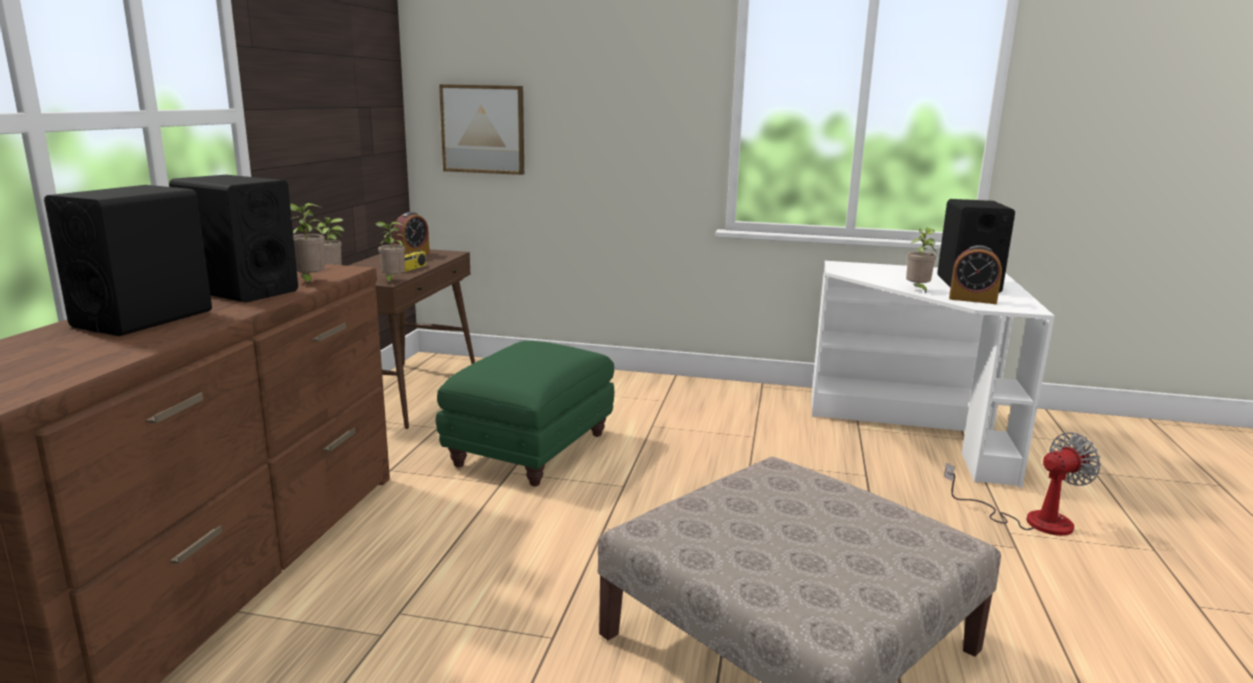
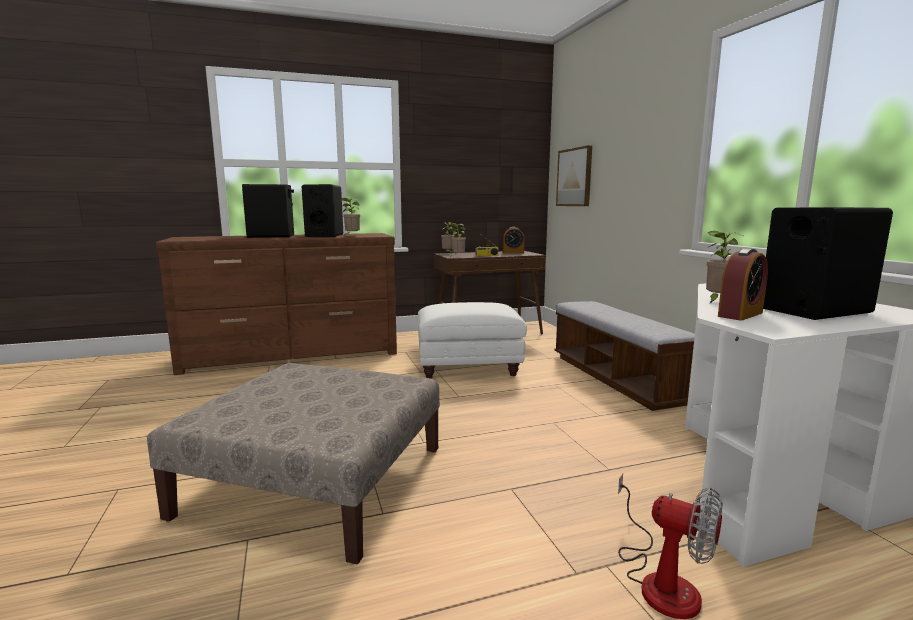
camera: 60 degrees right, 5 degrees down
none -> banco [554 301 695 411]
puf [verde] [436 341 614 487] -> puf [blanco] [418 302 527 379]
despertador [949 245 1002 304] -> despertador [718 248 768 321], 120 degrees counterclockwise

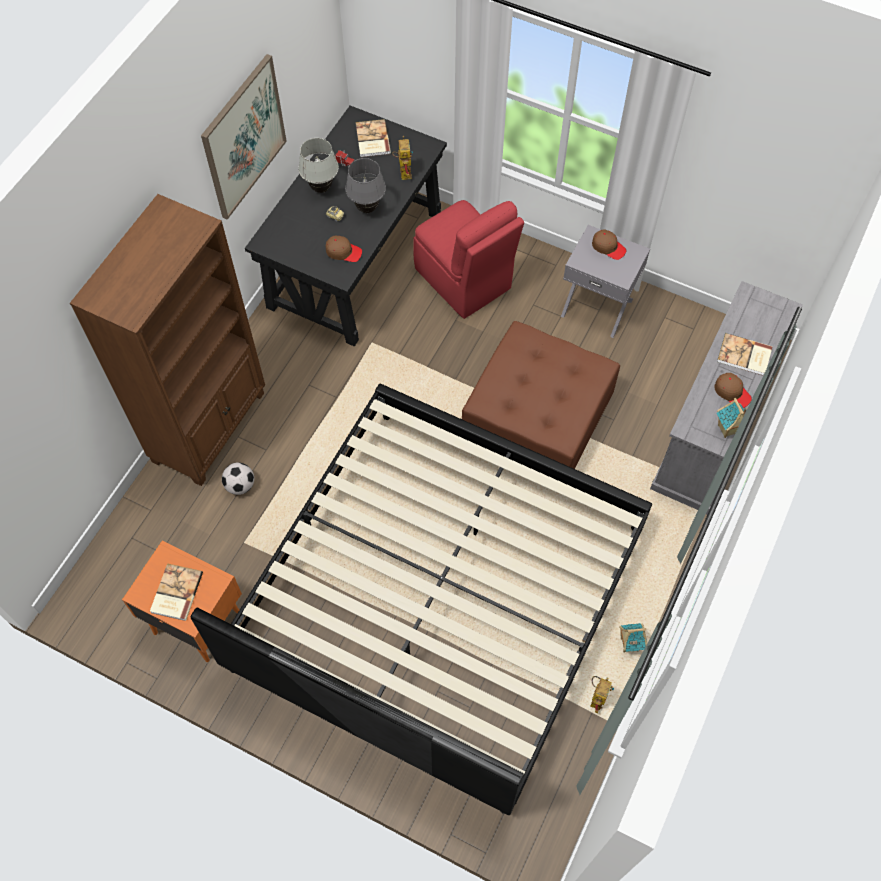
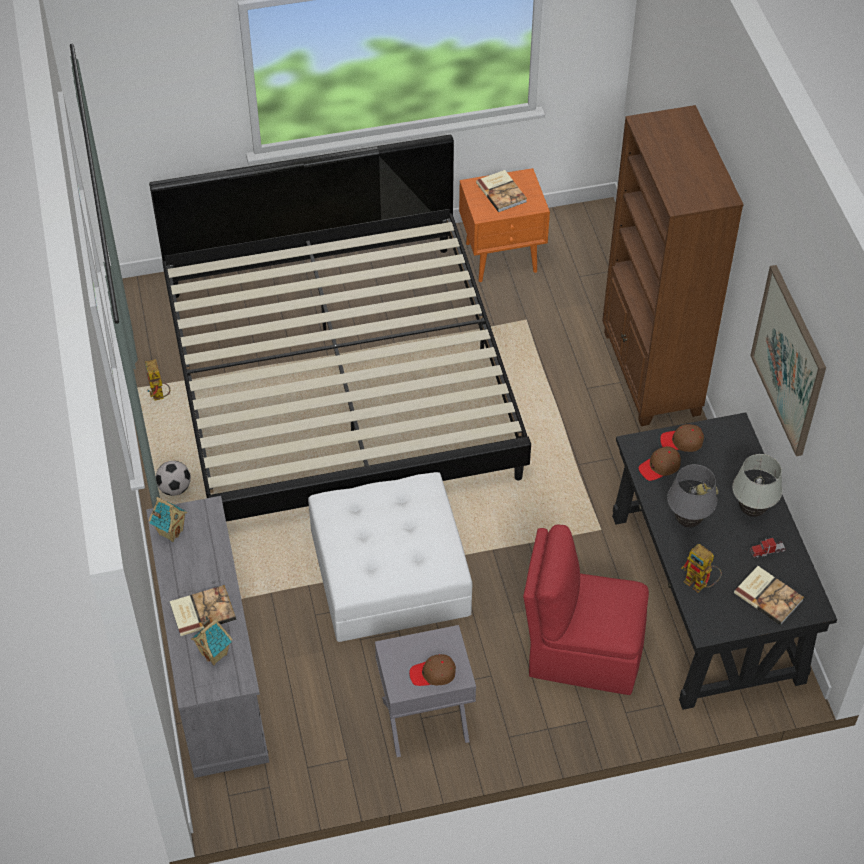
camera: 140 degrees right, 10 degrees down
balón de fútbol [222 462 254 495] -> balón de fútbol [156 461 191 496], shifted
casita [619 623 647 653] -> casita [191 616 232 665], shifted
gorra [marrón] [715 373 752 408] -> gorra [marrón] [660 424 704 452], shifted
puf [marrón] [462 321 620 469] -> puf [blanco] [308 472 473 642]

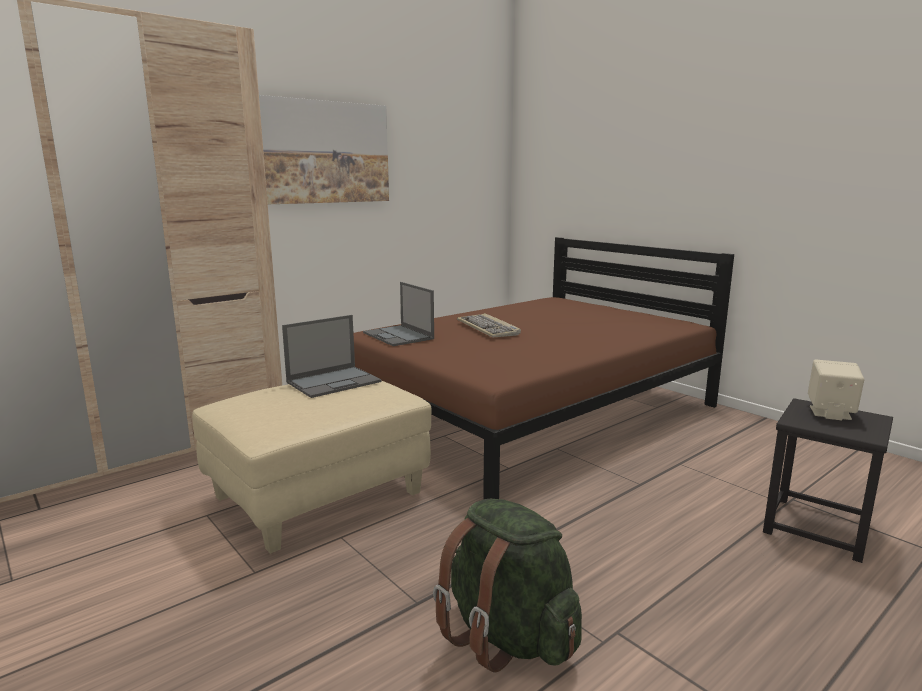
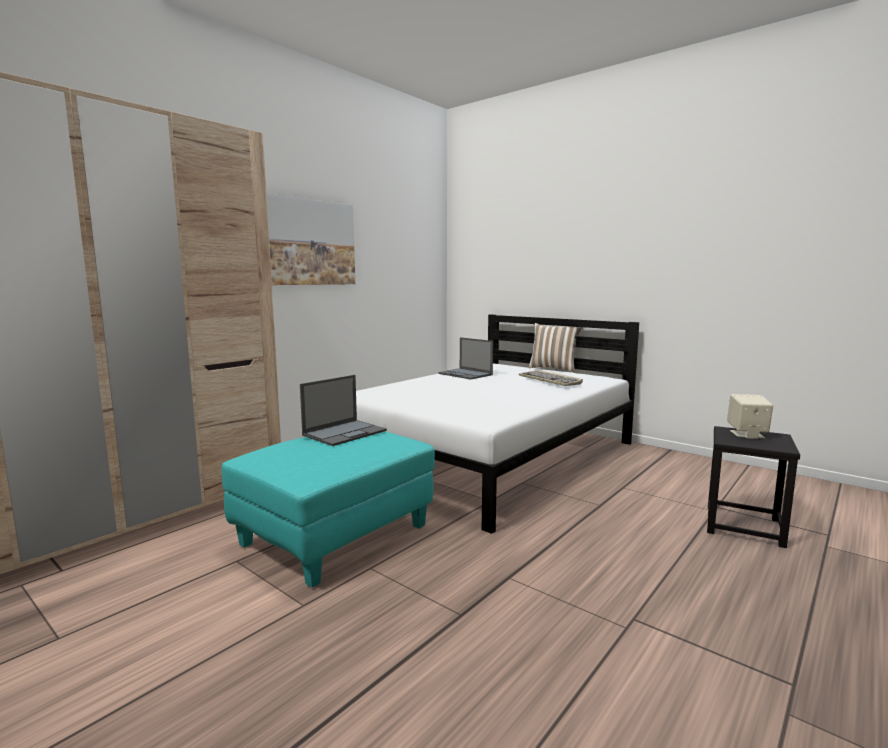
camera: 10 degrees left, 5 degrees down
mochila [verde] [433 499 582 673] -> none
none -> cojín [528 323 582 372]
portátil [363 282 434 346] -> portátil [438 337 493 380], shifted
teclado [457 313 521 338] -> teclado [519 370 583 386], shifted
puf [beis] [192 381 432 554] -> puf [turquesa] [222 432 435 588]
cama [marrón] [353 237 734 500] -> cama [blanco] [356 314 639 534]

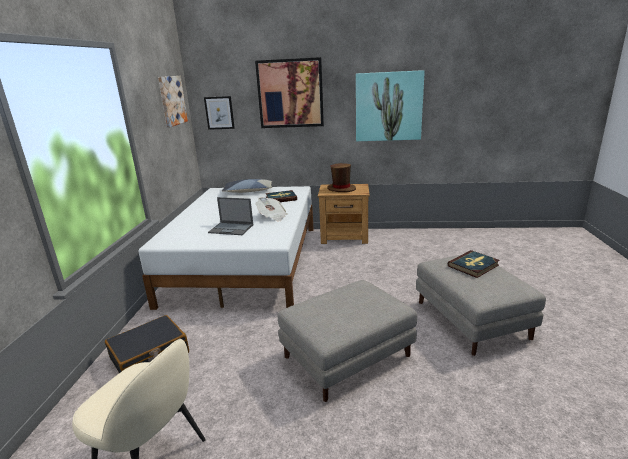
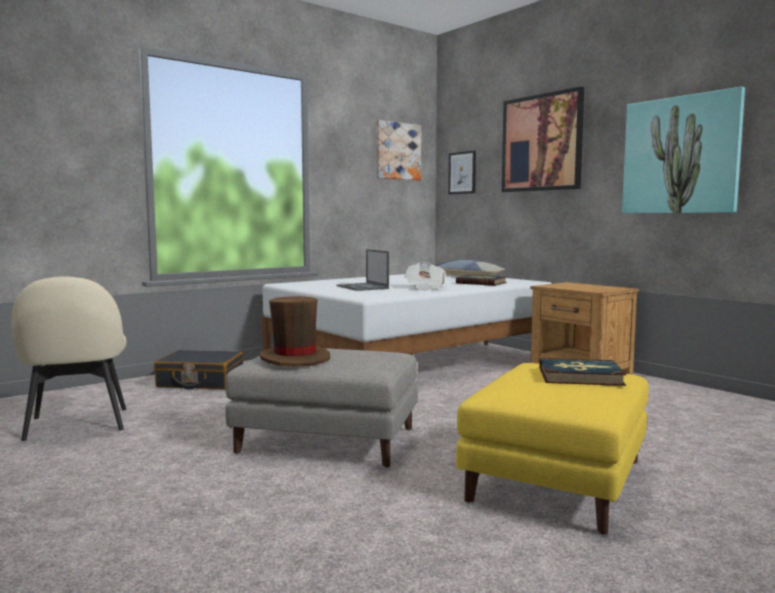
camera: 45 degrees right, 15 degrees down
sombrero [marrón] [327 163 356 192] -> sombrero [marrón] [260 296 330 367], shifted
puf [gris] [416 255 546 356] -> puf [amarillo] [456 363 648 535]

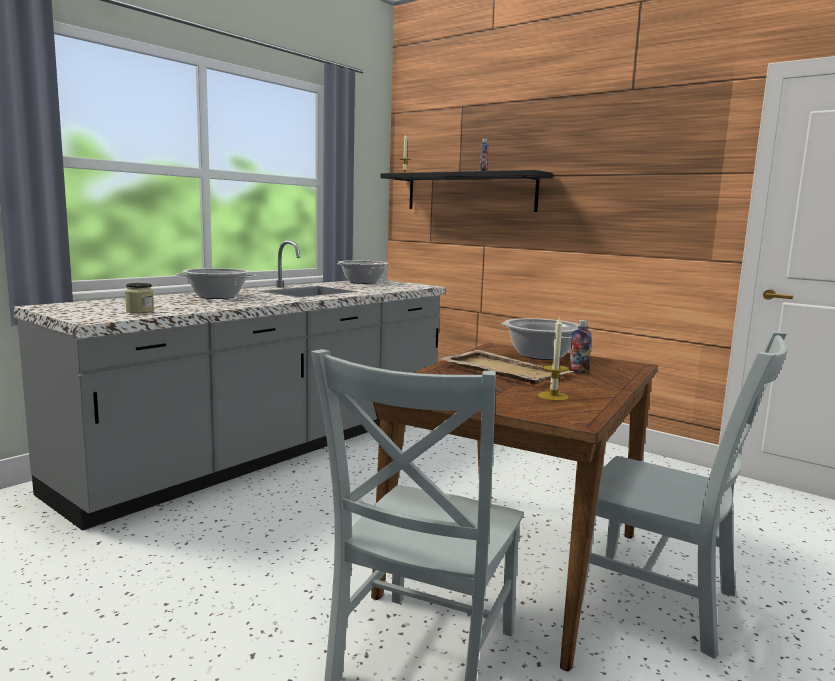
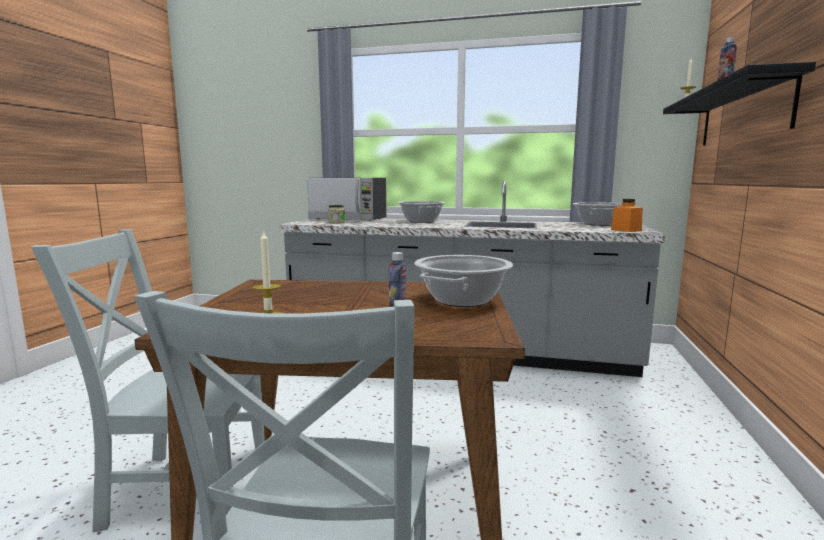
camera: 65 degrees right, 0 degrees up
bandeja [beis] [437 350 574 384] -> none
none -> microondas [307 178 386 221]
none -> tarro [naranja] [611 199 643 232]

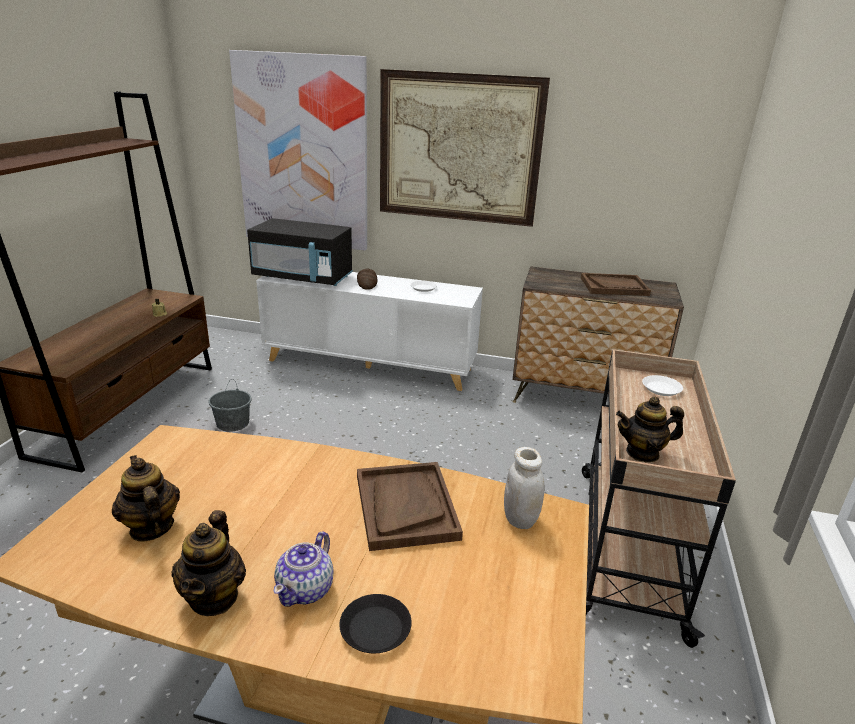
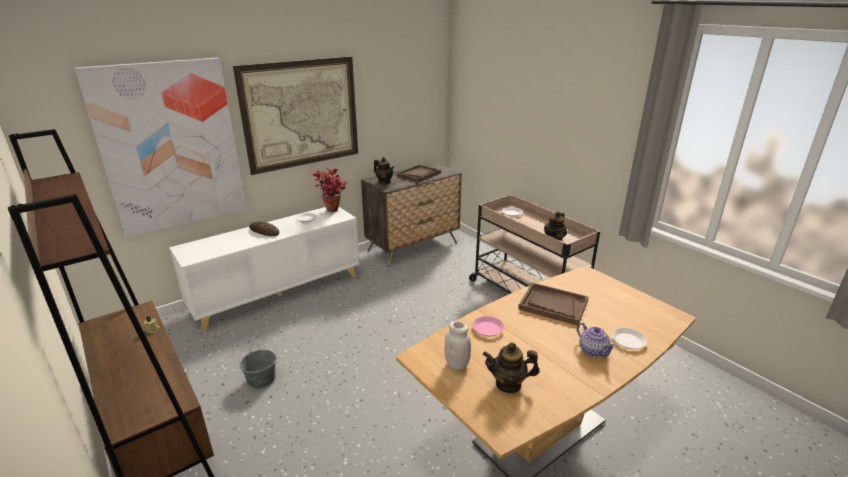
camera: 50 degrees left, 0 degrees up
microondas [negro] [247 218 353 286] -> none
none -> planta en maceta [311 168 349 212]
none -> plato [rosa] [472 316 504 337]
tetera [171 510 246 616] -> tetera [374 157 394 184], shifted
tarro [blanco] [504 447 545 529] -> tarro [blanco] [445 321 471 370], shifted
plato [negro] [339 594 412 653] -> plato [blanco] [612 328 647 349]

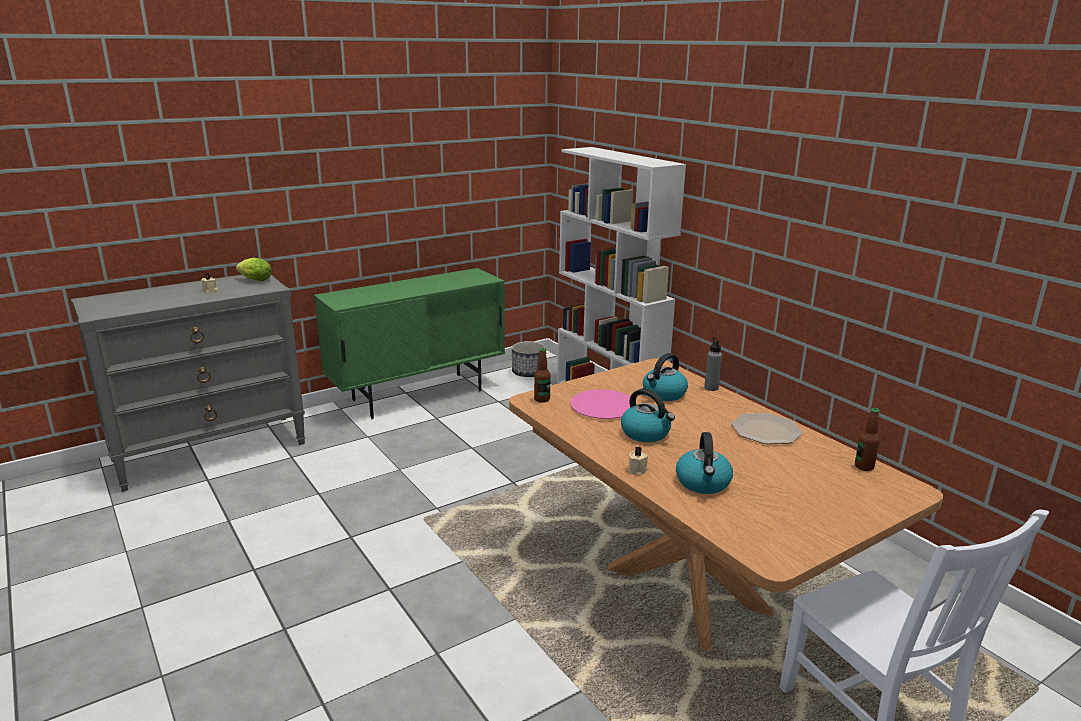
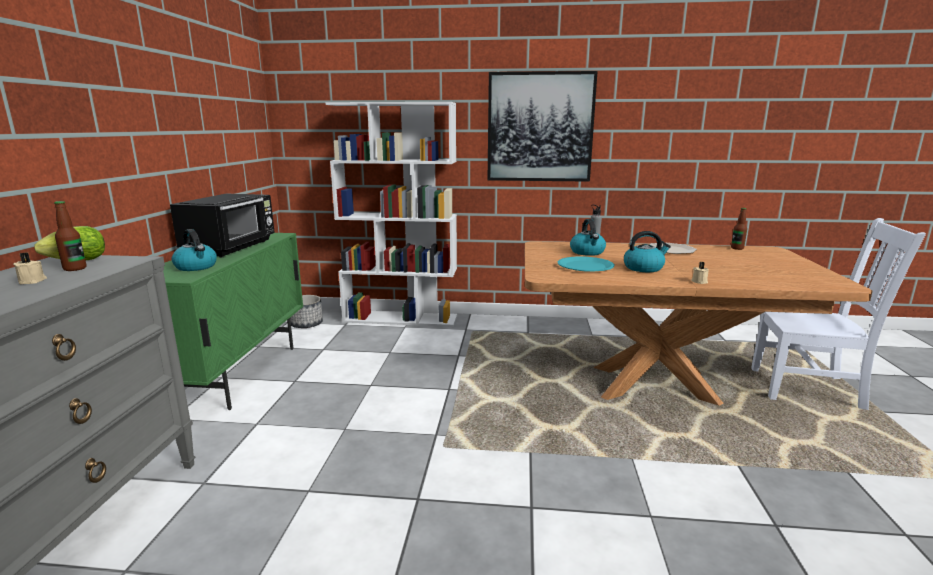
camera: 50 degrees left, 5 degrees down
none -> microondas [negro] [170 193 275 258]
none -> cuadro [488 71 598 182]
botella [534 348 551 403] -> botella [54 201 86 271], shifted
hervidor [676 432 733 494] -> hervidor [172 229 217 271], shifted
plato [rosa] [570 389 637 419] -> plato [turquesa] [558 256 615 272]

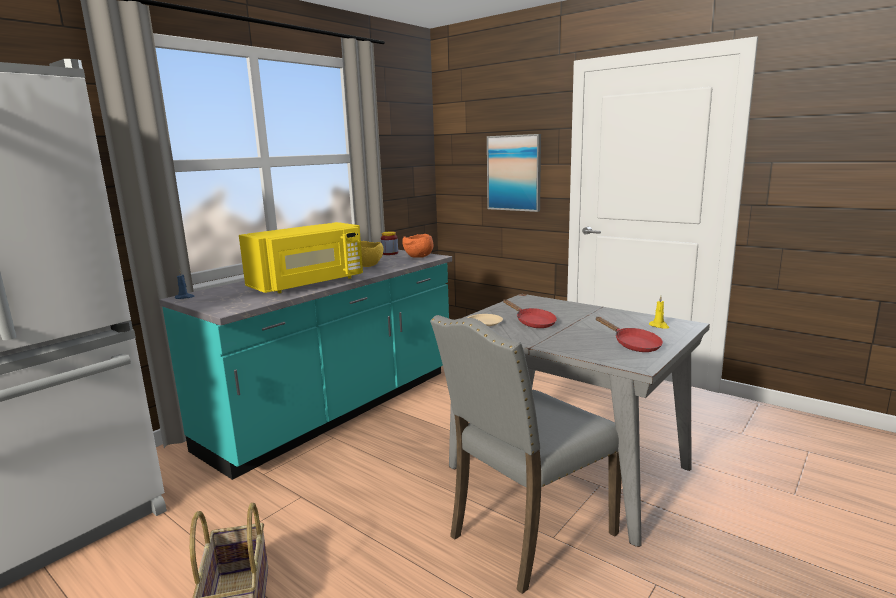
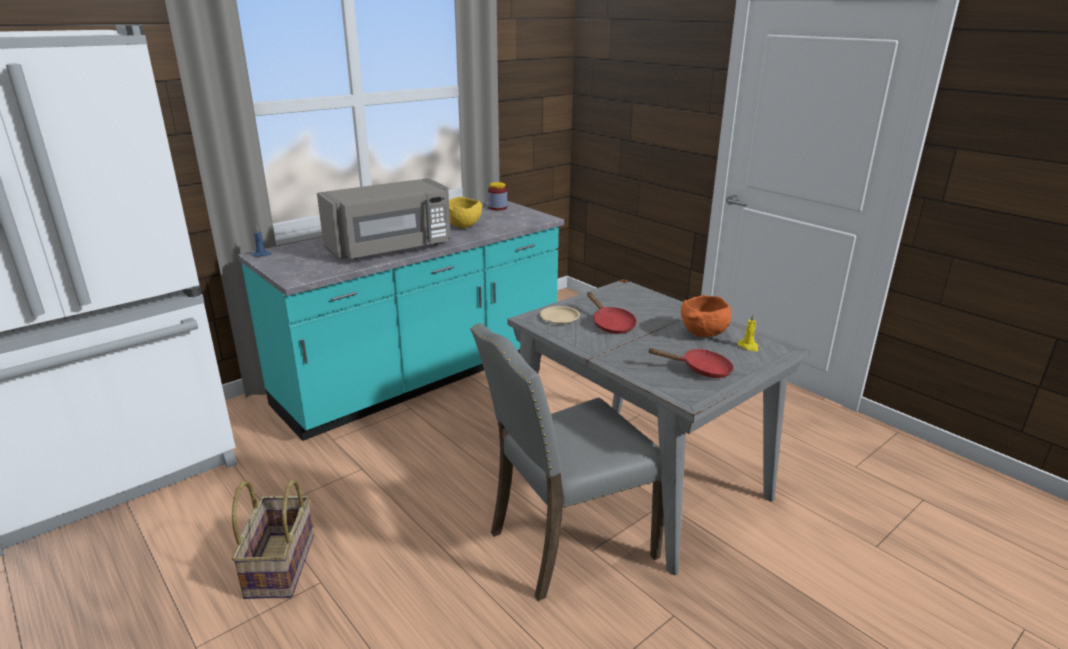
camera: 10 degrees right, 10 degrees up
cuadro [487 134 541 212] -> none
cuenco [naranja] [402 234 434 258] -> cuenco [naranja] [681 295 731 337], shifted
microondas [amarillo] [239 222 363 293] -> microondas [gris] [317 178 451 259]
sartén [rojo] [596 317 663 352] -> sartén [rojo] [647 348 734 378], 60 degrees counterclockwise

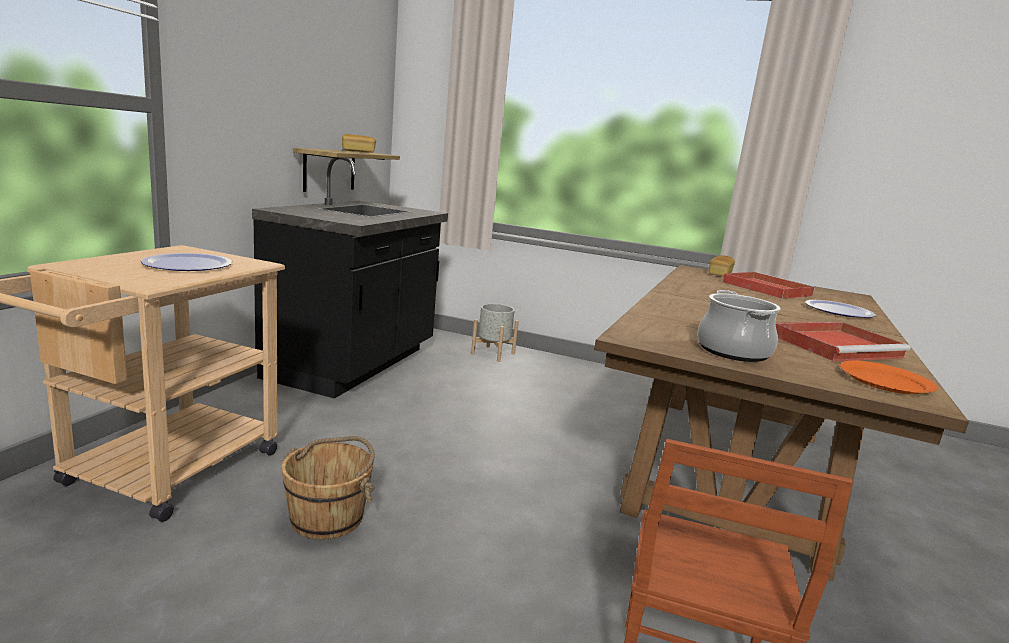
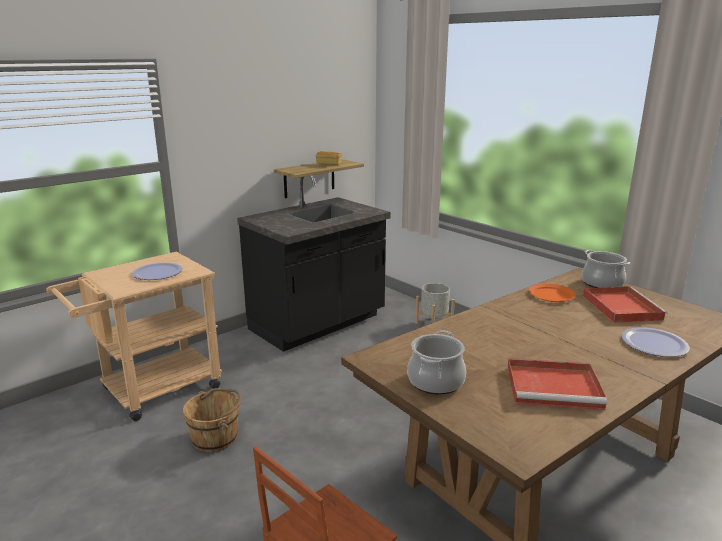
camera: 30 degrees right, 5 degrees up
plato [naranja] [840 361 938 394] -> plato [naranja] [529 284 576 302], shifted
pan [709 255 735 276] -> olla [582 250 630 288]

